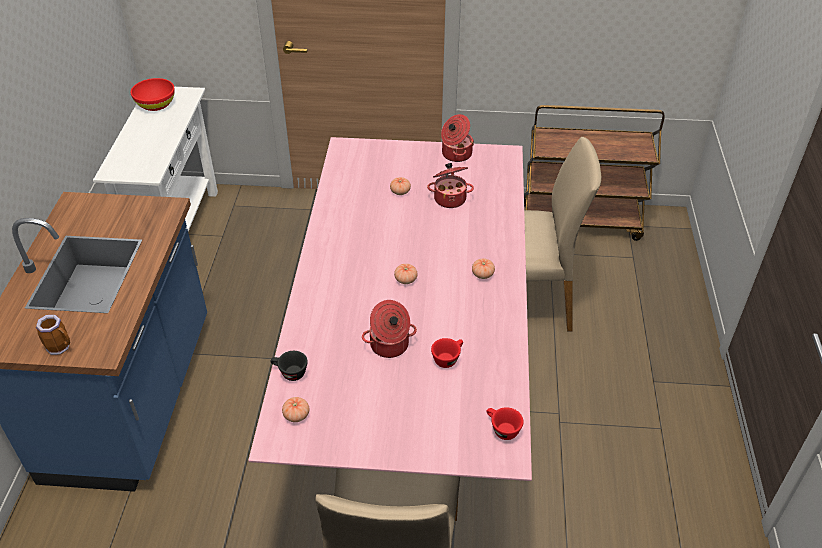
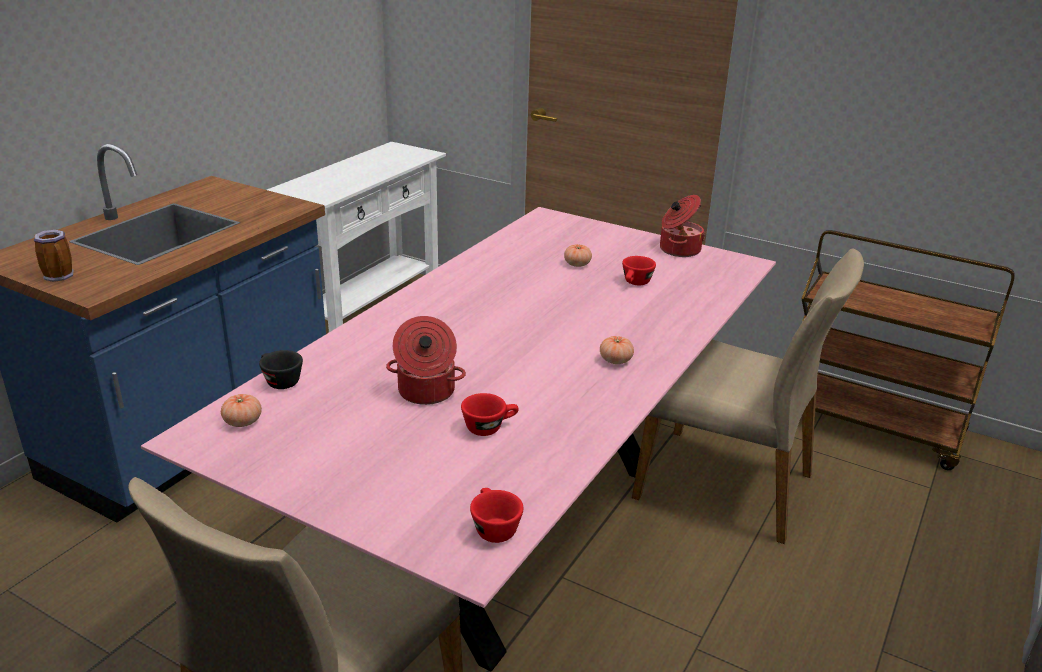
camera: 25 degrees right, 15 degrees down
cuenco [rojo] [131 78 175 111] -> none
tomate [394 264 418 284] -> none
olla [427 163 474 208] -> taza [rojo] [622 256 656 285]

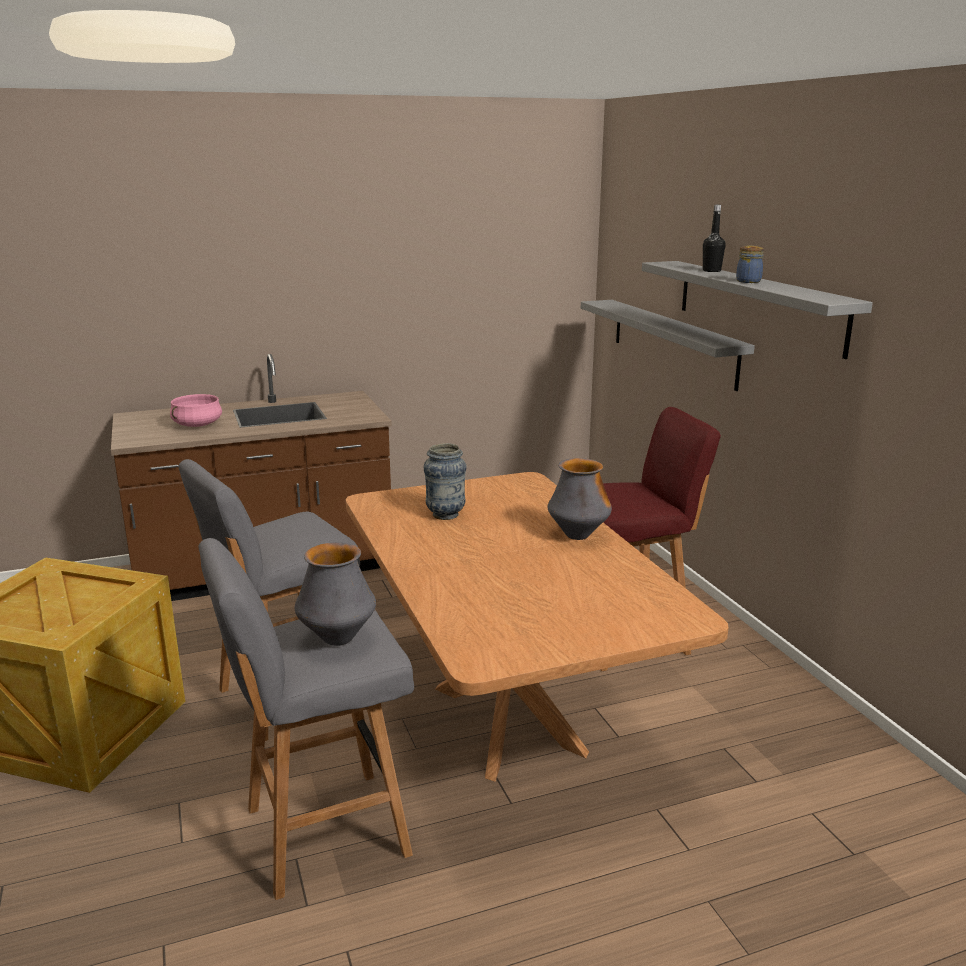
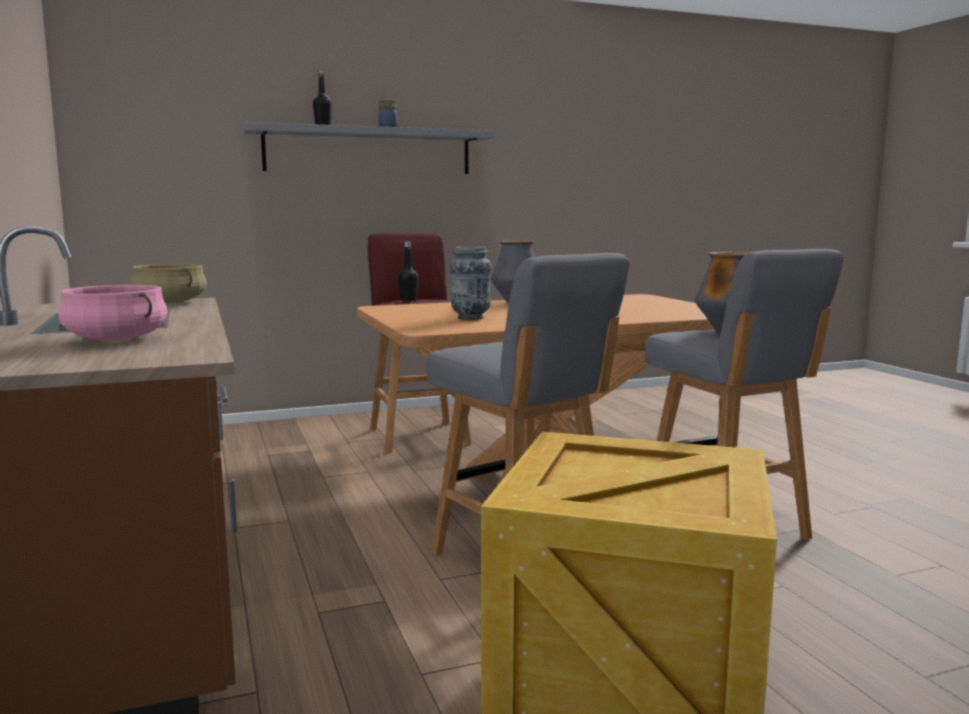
camera: 90 degrees left, 10 degrees down
estante [gris] [581 300 755 391] -> none
none -> olla [beis] [130 264 207 303]
none -> botella [negro] [398 241 419 301]

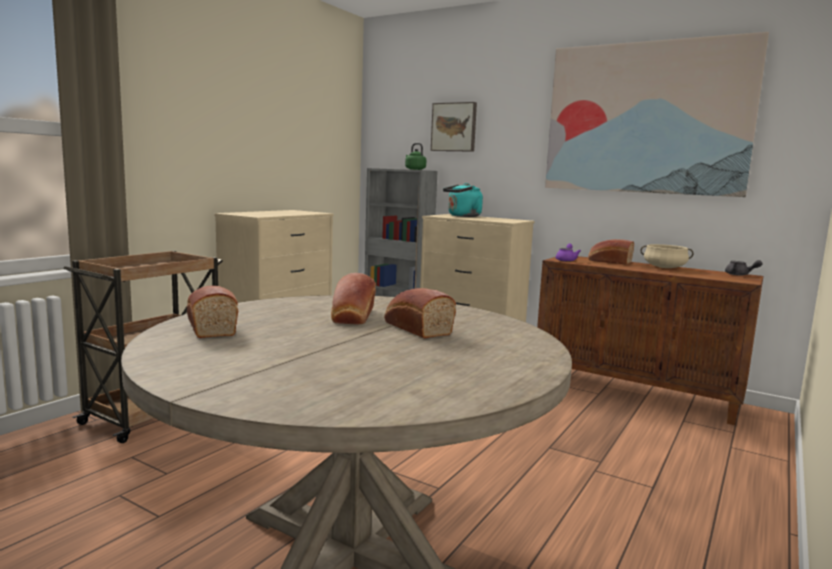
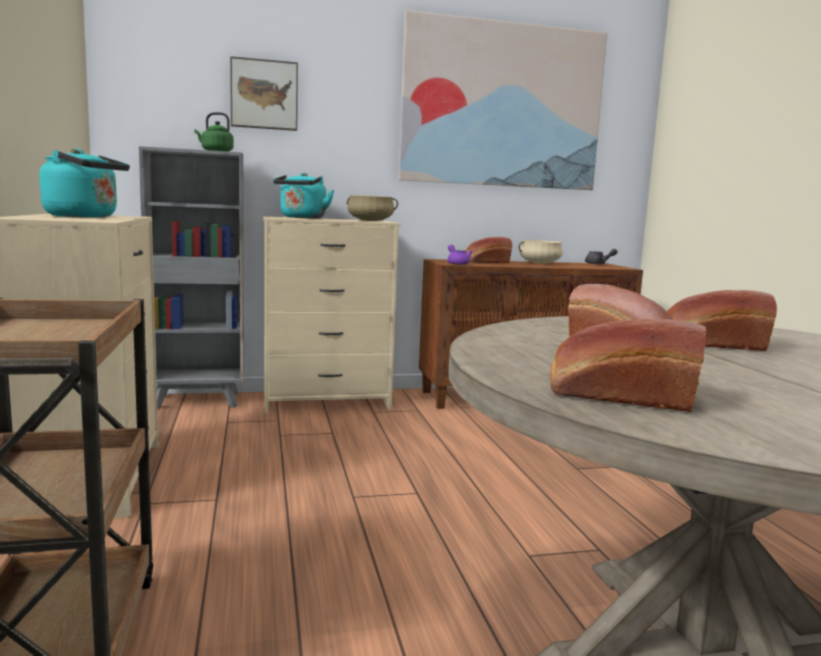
camera: 45 degrees left, 0 degrees up
none -> hervidor [turquesa] [40 149 130 218]
none -> olla [beis] [347 195 398 221]

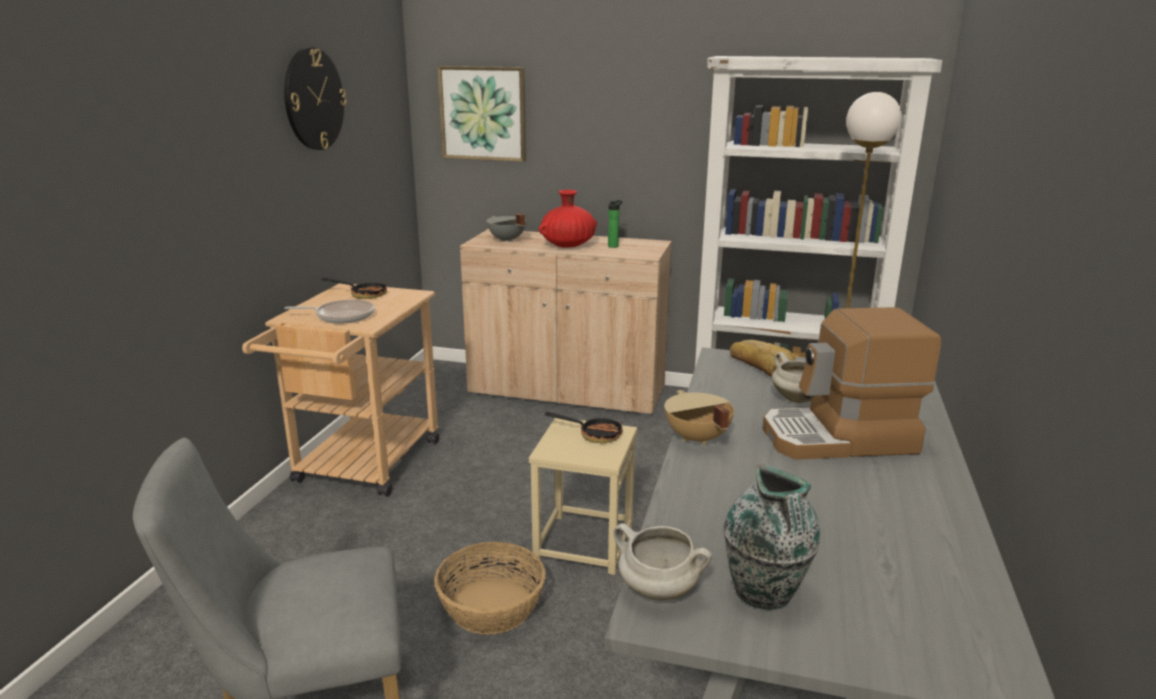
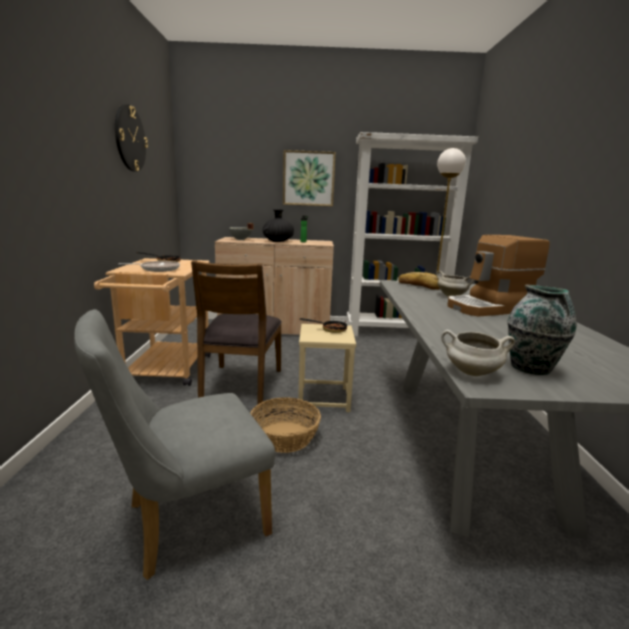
camera: 15 degrees left, 5 degrees down
olla [beis] [664 390 734 446] -> none
none -> silla [marrón] [191 260 282 405]
cuadro [437 66 526 162] -> cuadro [283 150 336 206], shifted
florero [rojo] [538 190 597 248] -> florero [negro] [263 209 294 242]

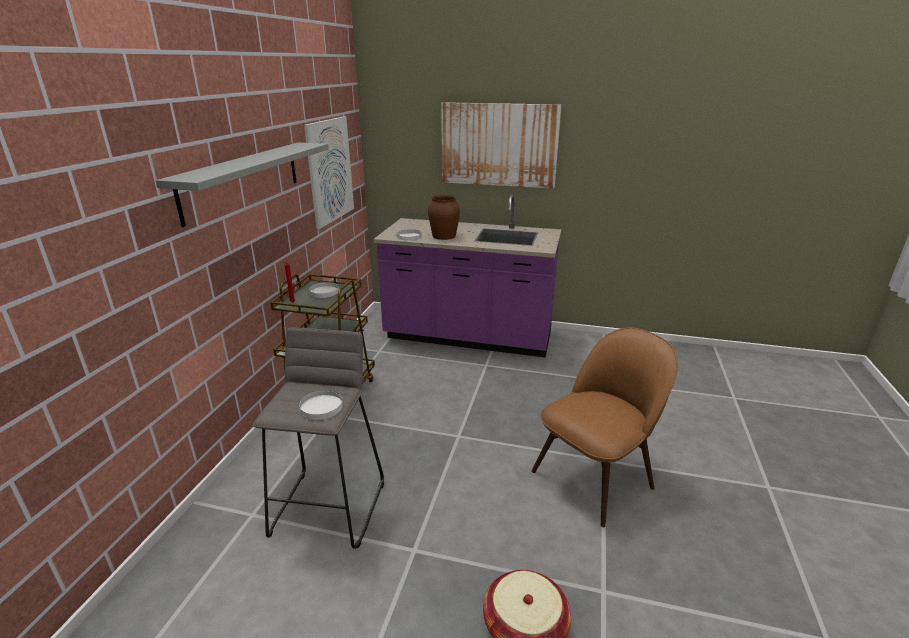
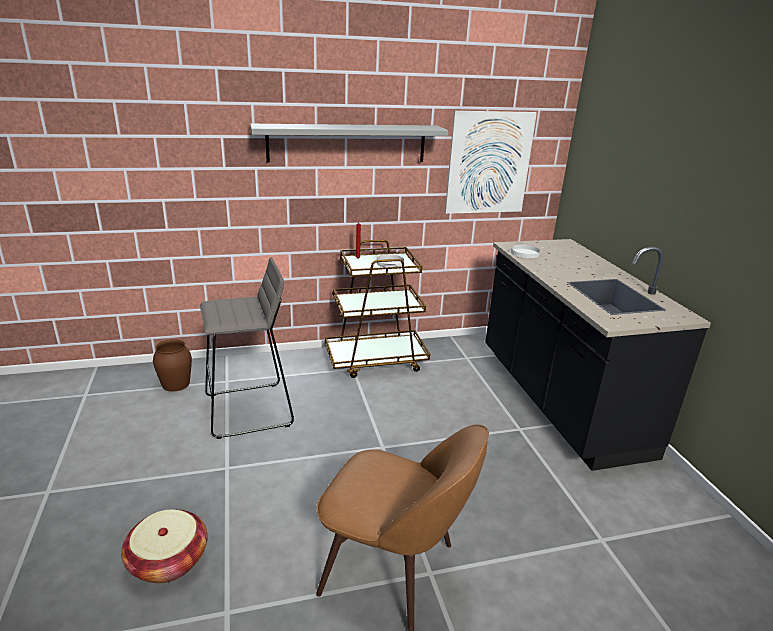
camera: 60 degrees right, 0 degrees up
plato [blanco] [299 390 343 420] -> none
cuadro [441 102 562 188] -> none
florero [marrón] [428 195 460 240] -> florero [marrón] [153 339 192 392], shifted
mueble bajo de cocina [morado] [373 195 561 358] -> mueble bajo de cocina [negro] [485 239 711 471]

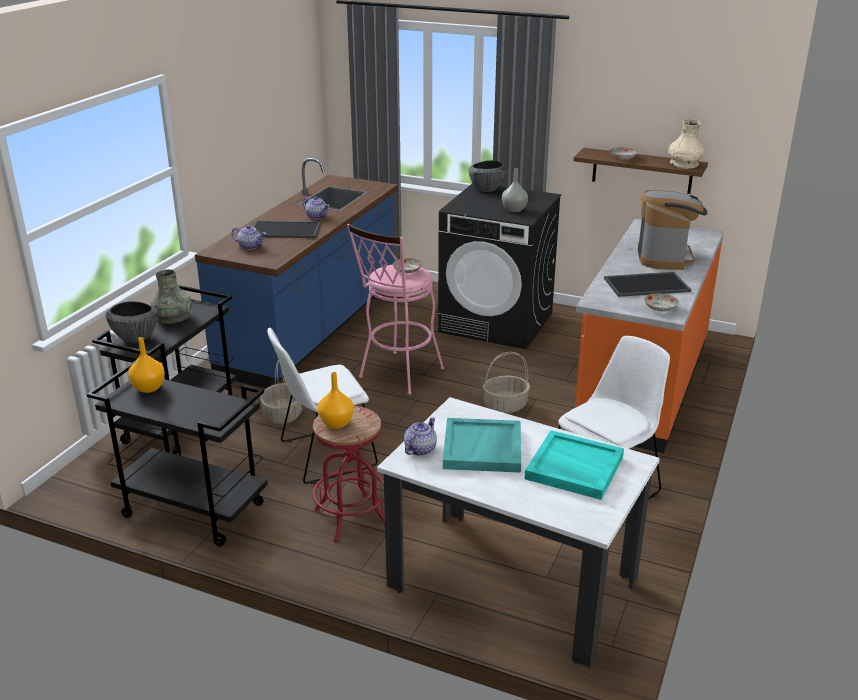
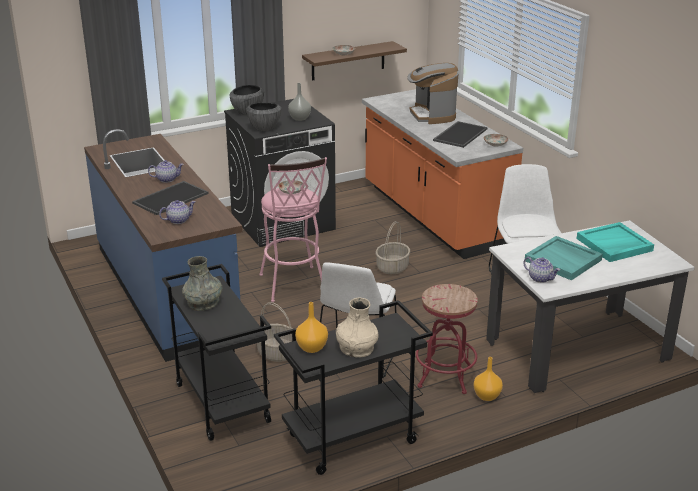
camera: 50 degrees left, 0 degrees up
cuenco [106 301 158 343] -> cuenco [246 103 282 131], shifted
florero [naranja] [318 372 354 429] -> florero [naranja] [474 357 503 401], shifted
florero [beis] [668 119 704 169] -> florero [beis] [336 298 379 357], shifted
tetera [404 417 437 456] -> tetera [523 257 560 283], 150 degrees clockwise
cafetera [638 190 707 270] -> cafetera [407 63 458 124], 150 degrees counterclockwise

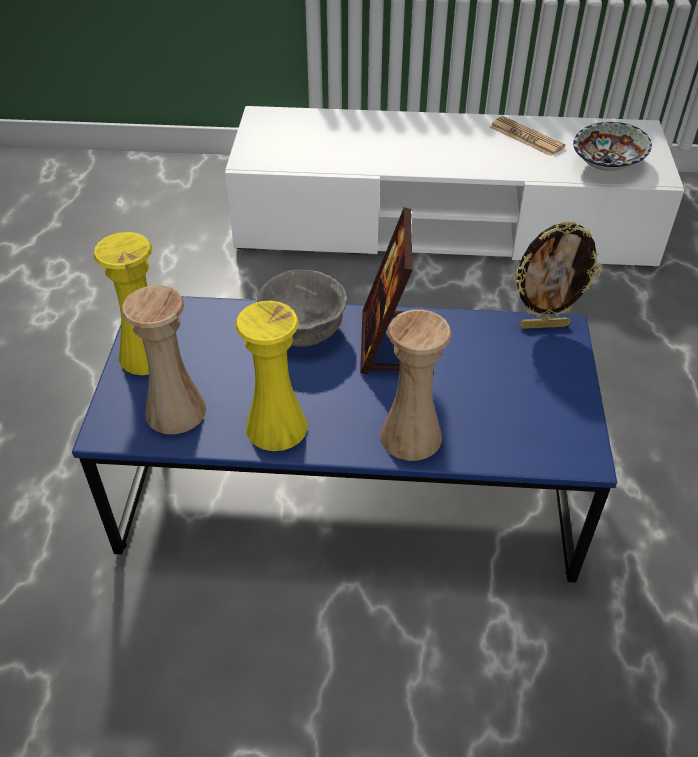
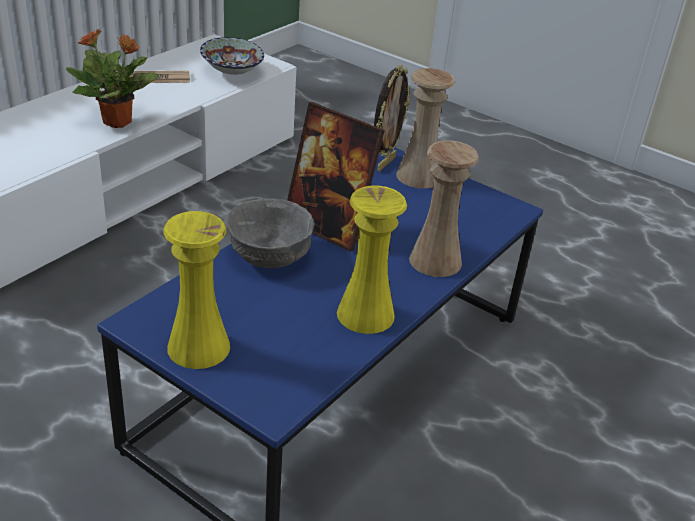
camera: 60 degrees left, 10 degrees down
none -> planta en maceta [66 29 159 128]
florero [beis] [121 285 206 434] -> florero [beis] [396 68 455 189], shifted

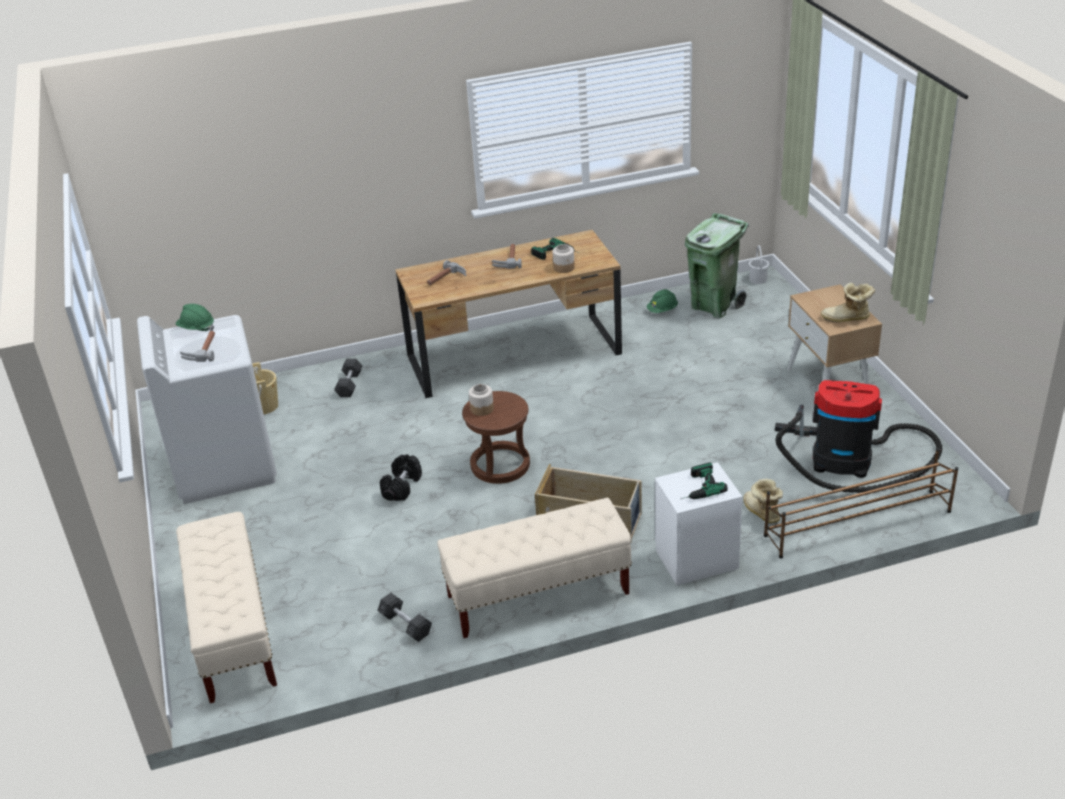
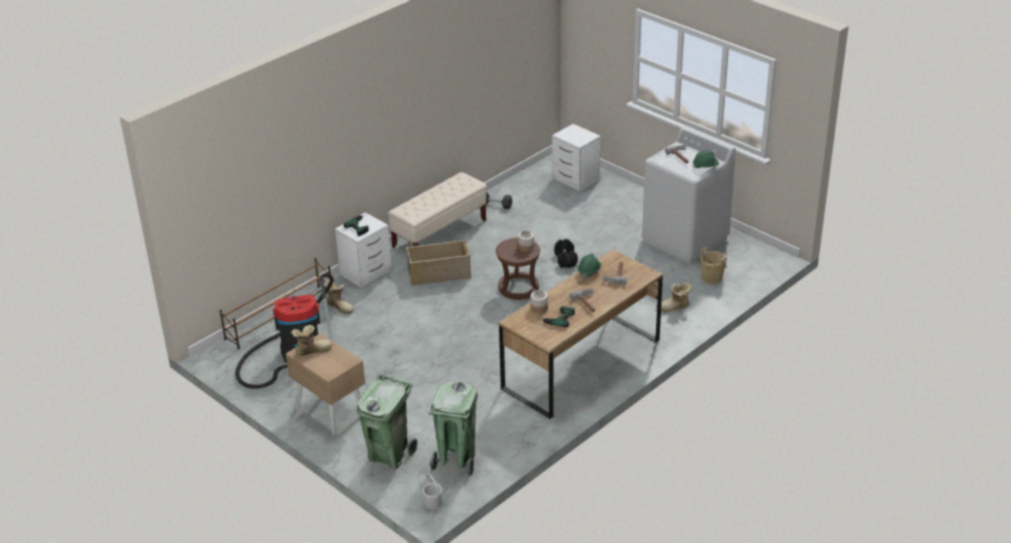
camera: 150 degrees right, 0 degrees up
none -> papelera [verde] [357 374 418 469]
casco [verde] [647 289 678 313] -> casco [verde] [578 254 602 279], shifted
banco [beis] [176 512 277 703] -> mesita de noche [blanco] [552 124 601 192]
mancuerna [gris] [334 359 362 397] -> bota [656 282 692 312]

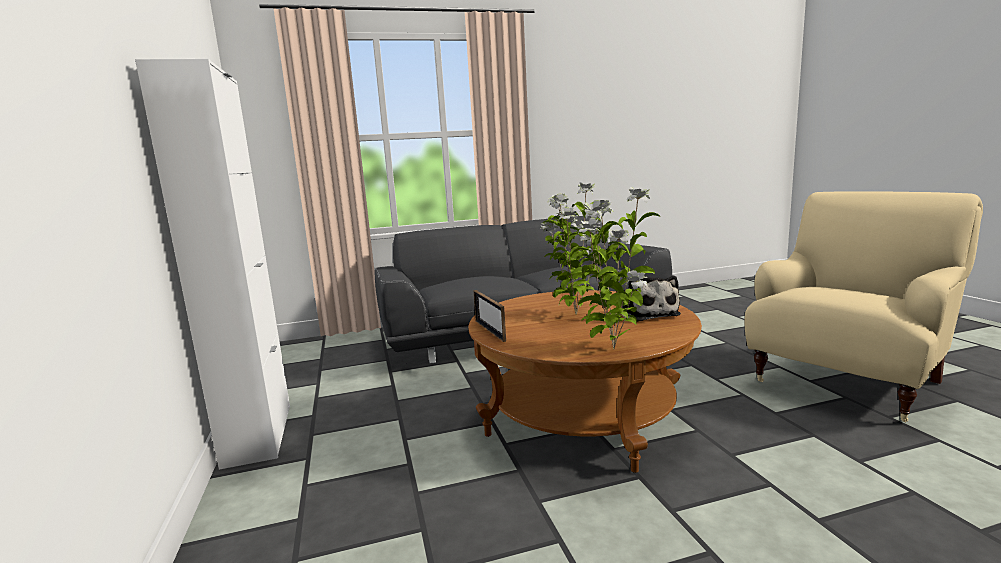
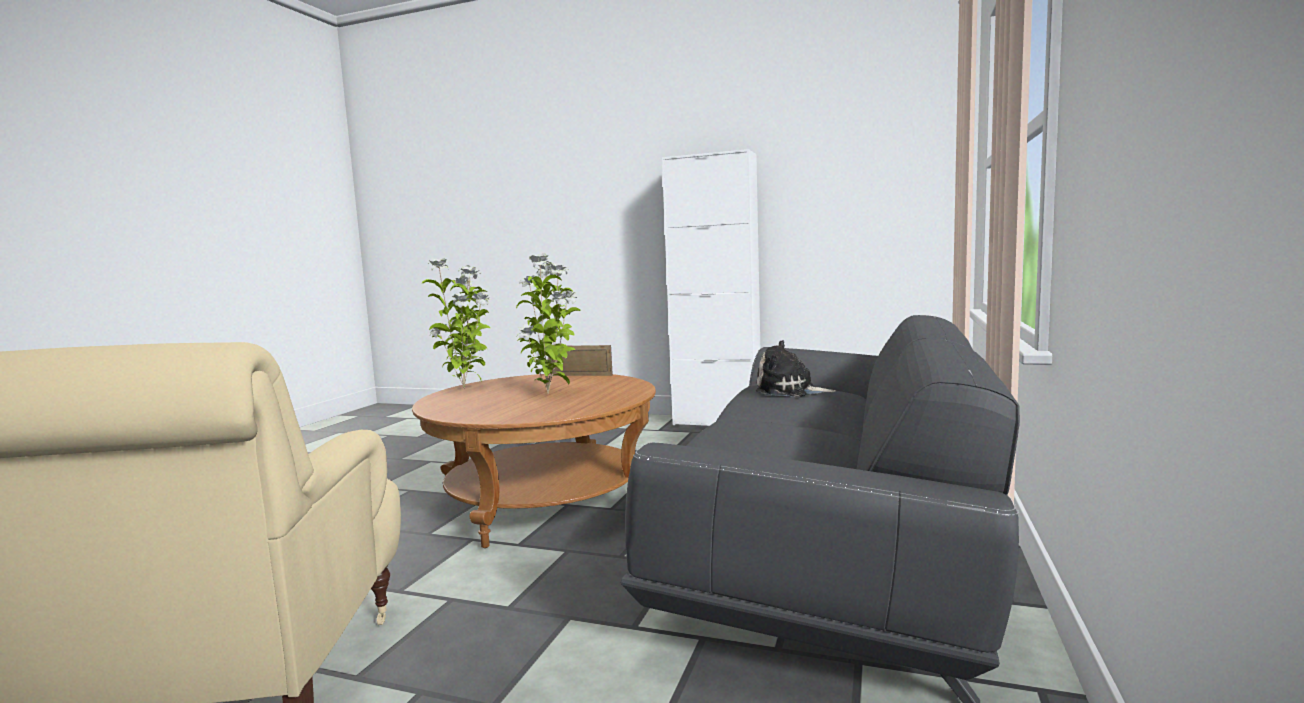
camera: 125 degrees right, 5 degrees down
peluche [621 276 681 322] -> peluche [756 340 836 397], shifted

